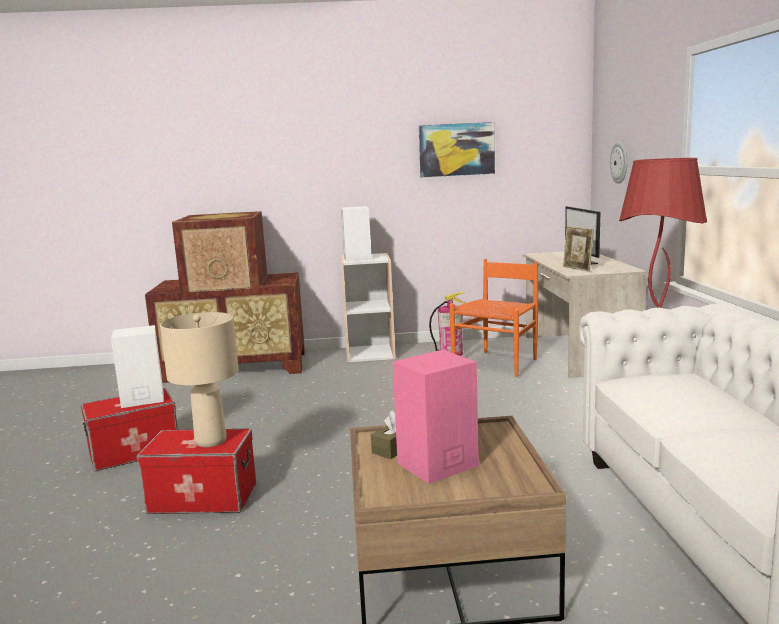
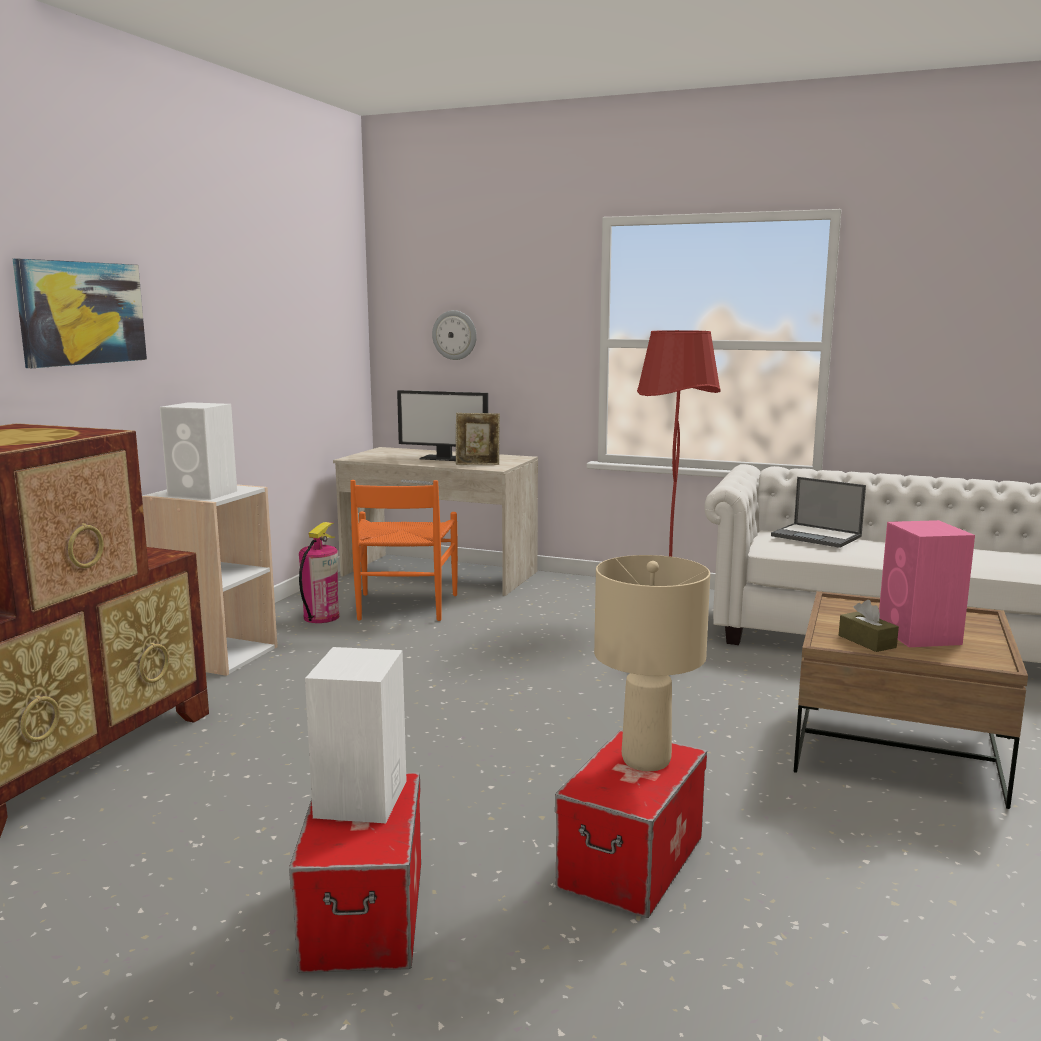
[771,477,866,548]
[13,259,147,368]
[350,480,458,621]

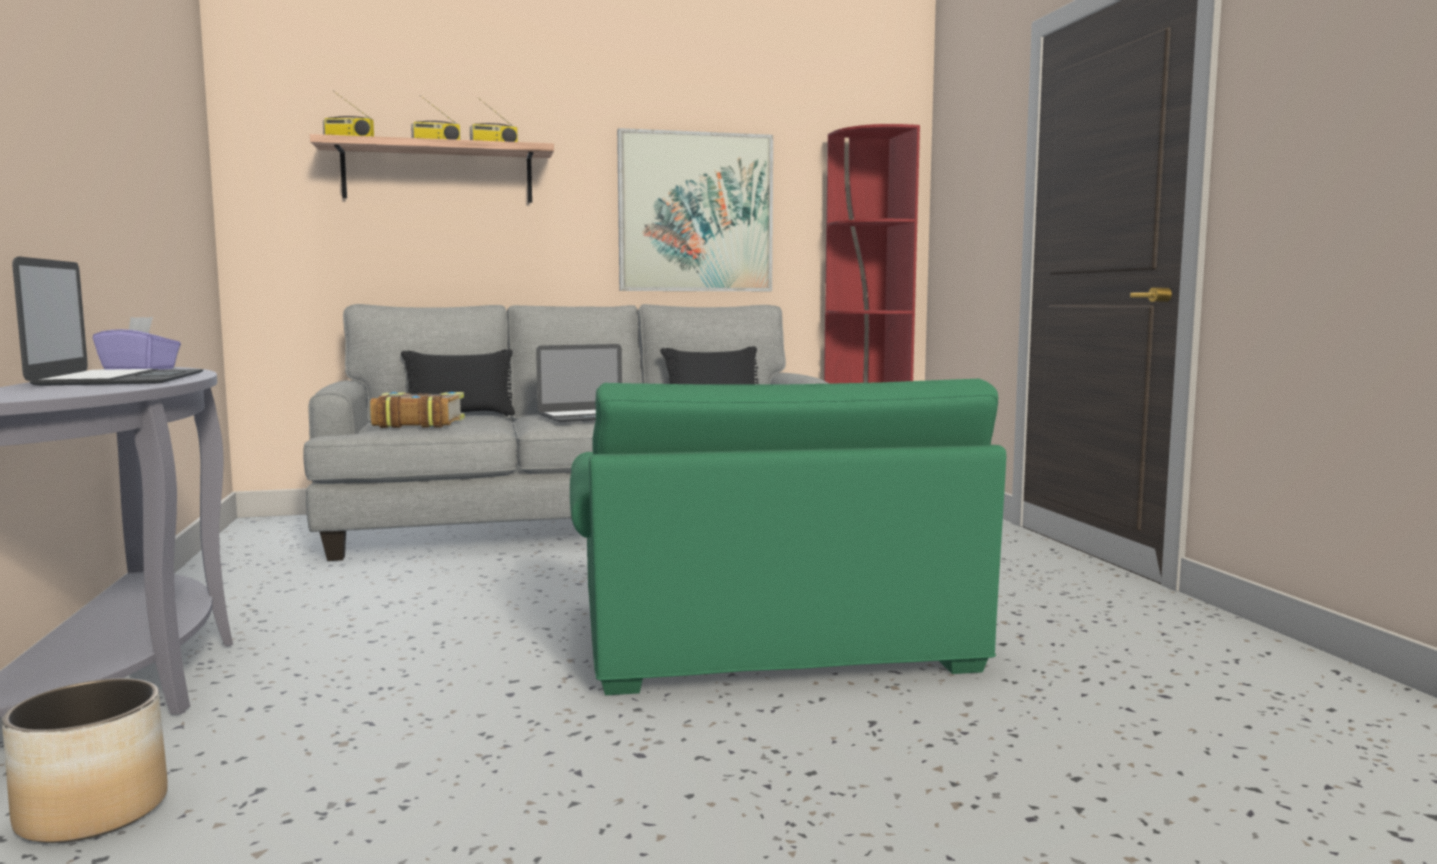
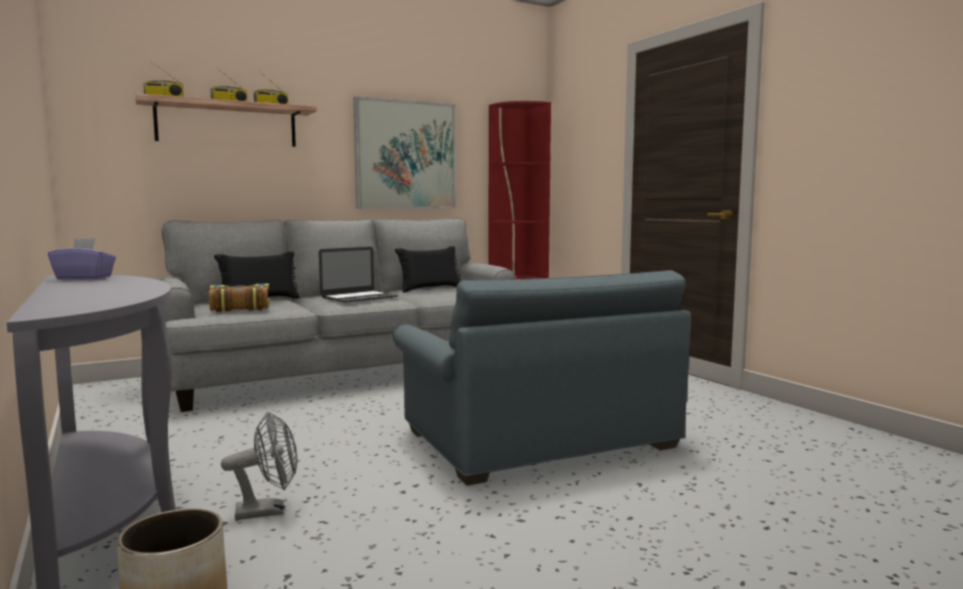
[12,256,204,386] (first image)
[221,412,297,520]
[393,270,691,486]

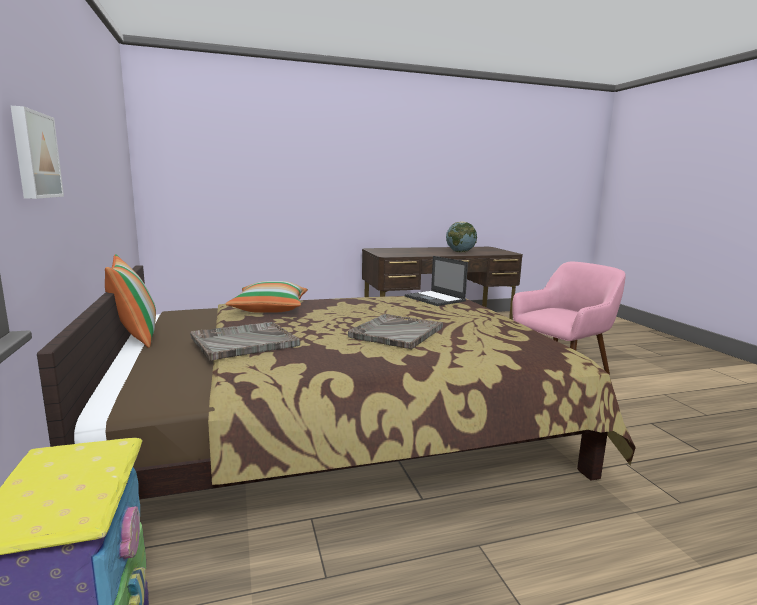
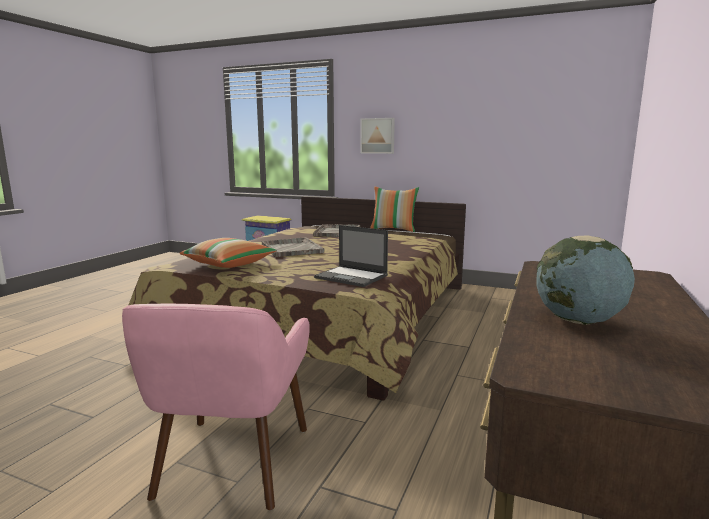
[179,238,277,268]
[314,225,388,287]

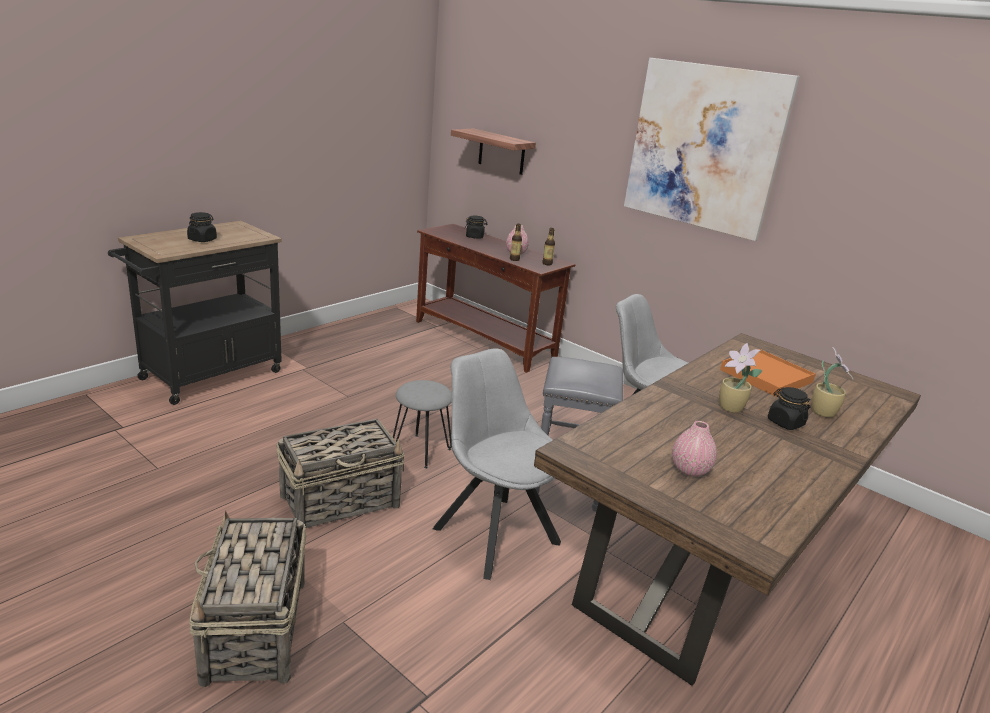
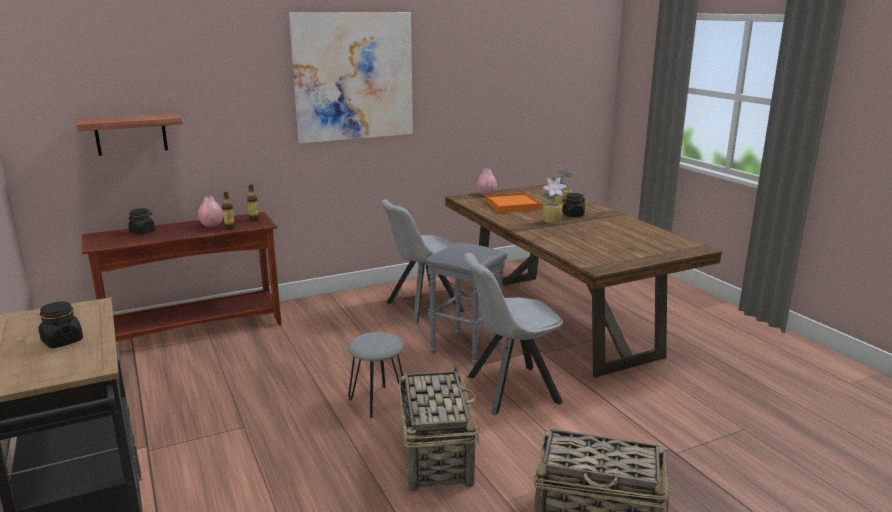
[477,169,497,196]

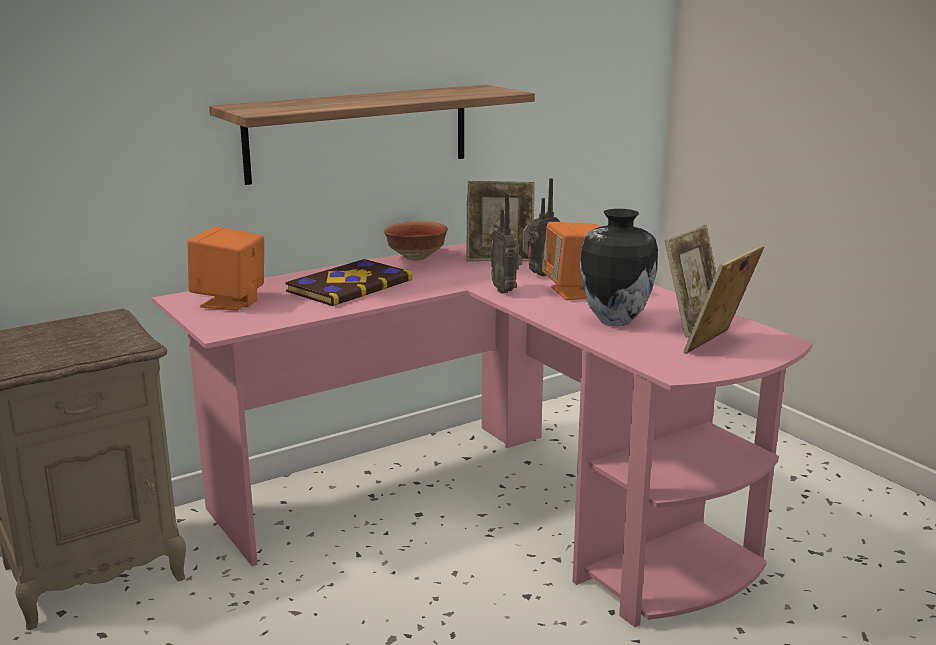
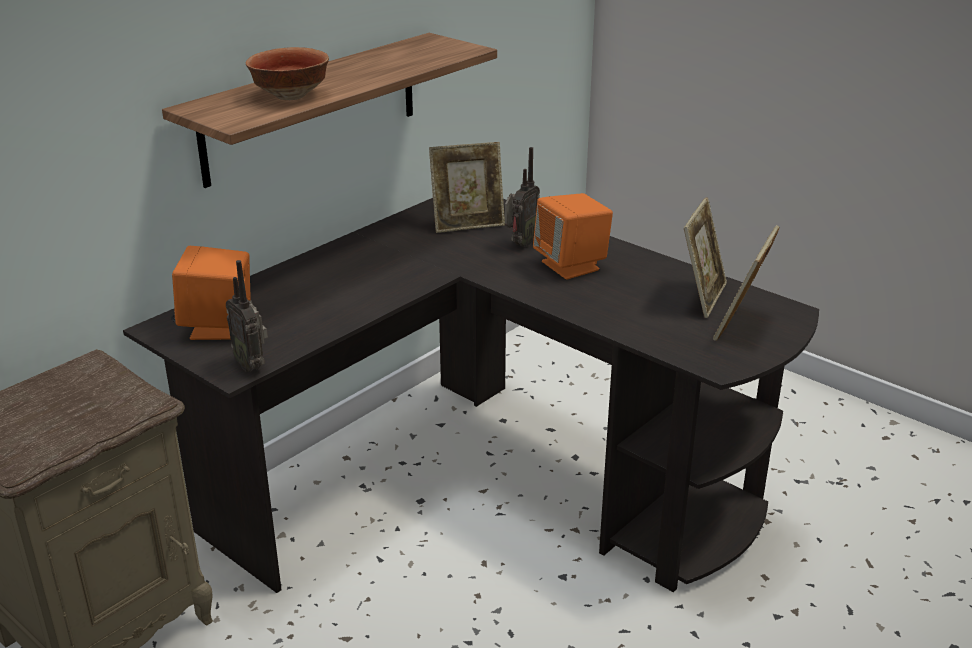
[285,259,413,306] (first image)
[580,209,658,326] (first image)
[245,47,329,100]
[225,260,268,372]
[123,198,819,593]

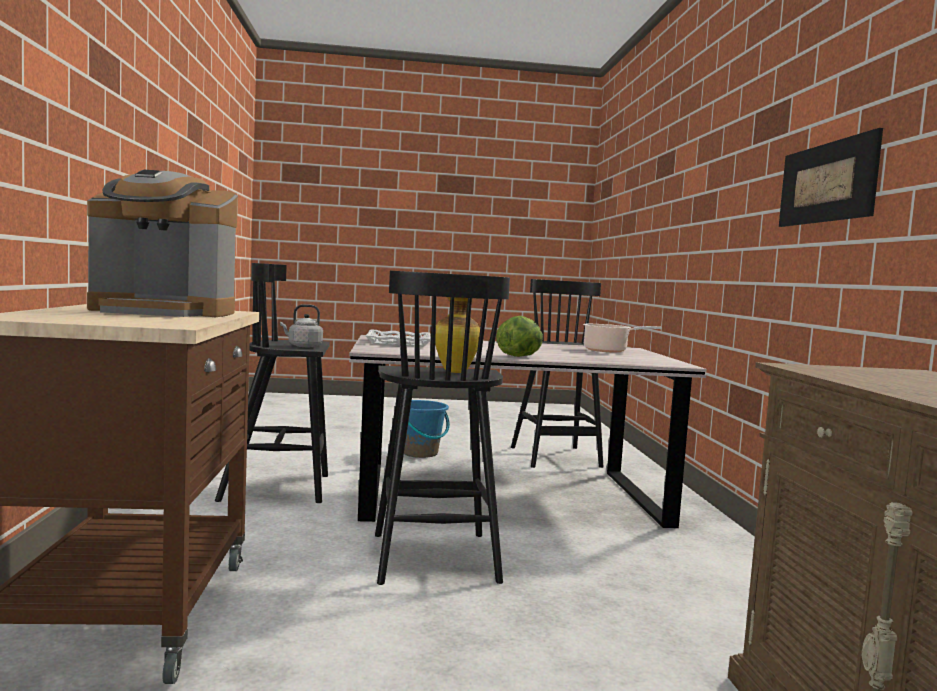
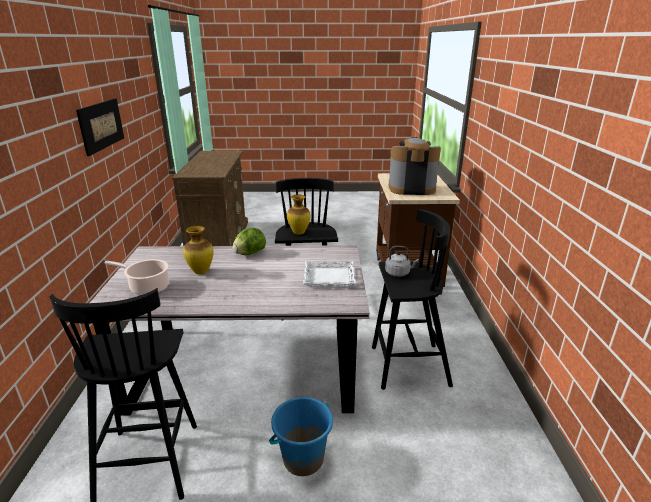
[183,226,213,274]

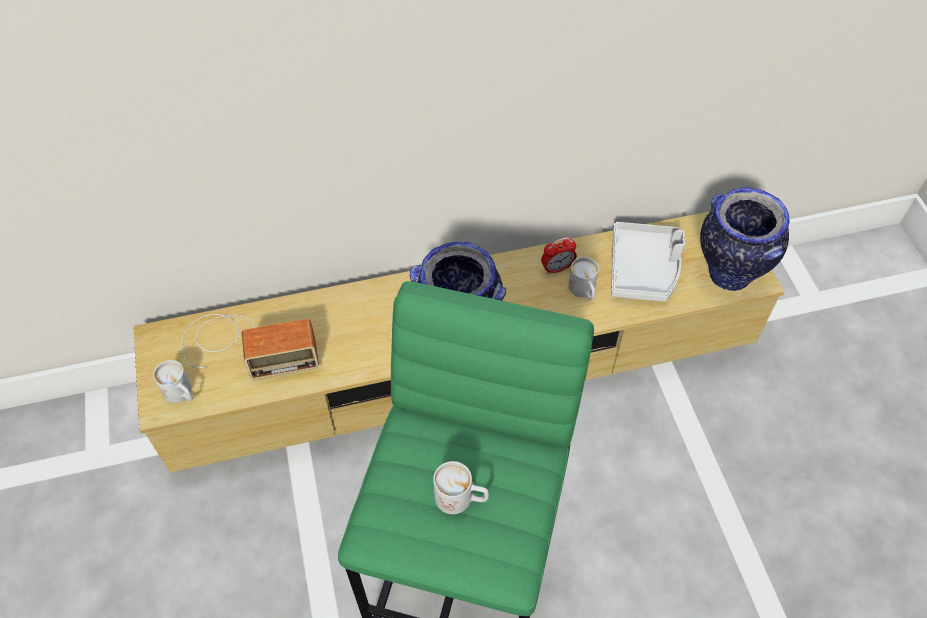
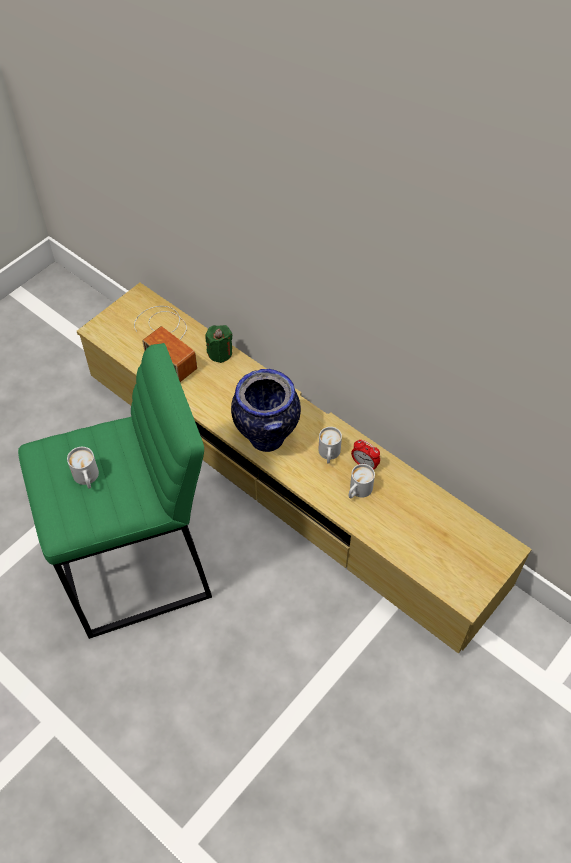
[611,222,685,302] (first image)
[700,187,790,291] (first image)
[205,325,233,363]
[319,427,342,464]

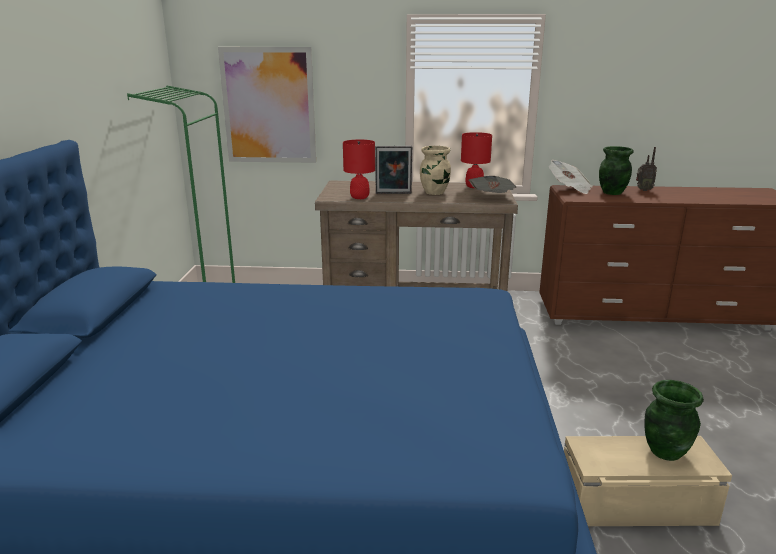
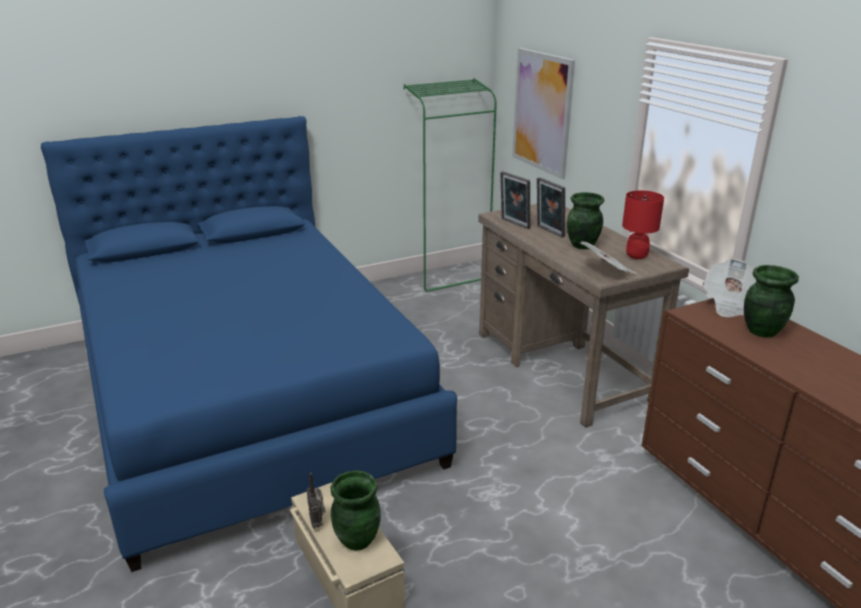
[307,473,325,529]
[500,171,531,229]
[567,192,604,249]

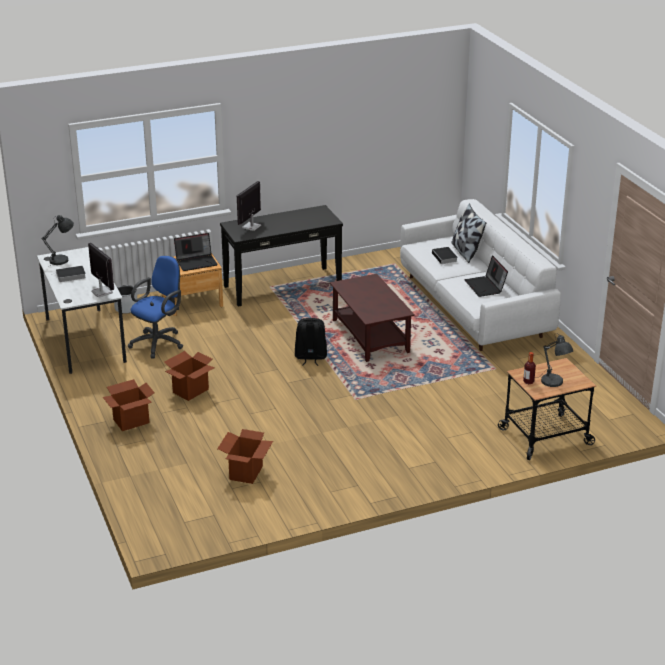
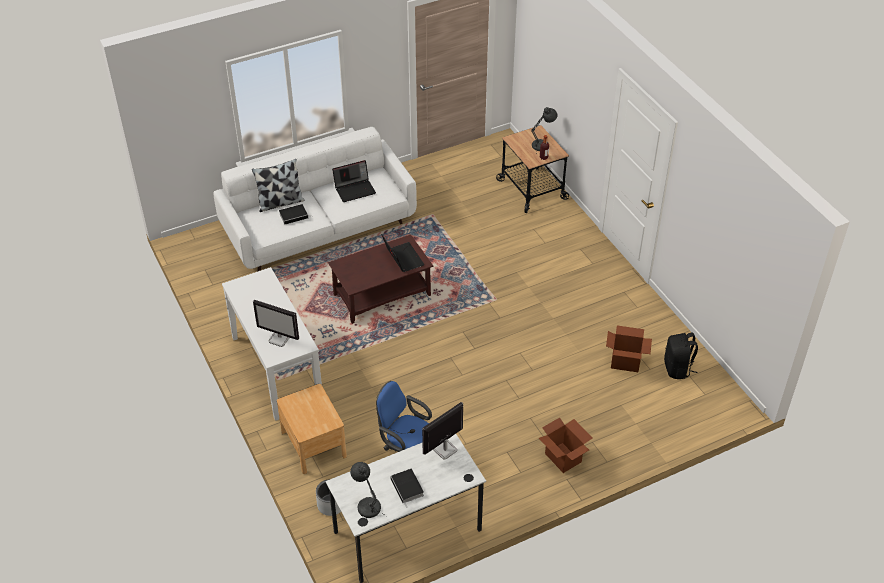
[164,351,215,401] (first image)
[381,234,424,272]
[664,333,698,379]
[222,267,322,421]

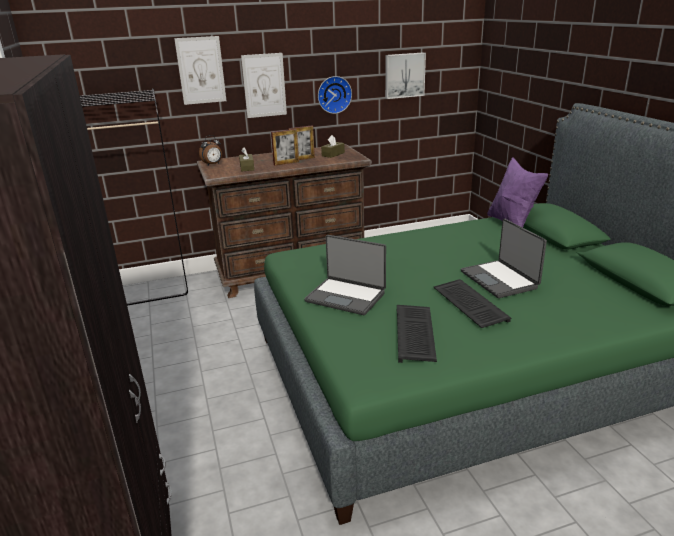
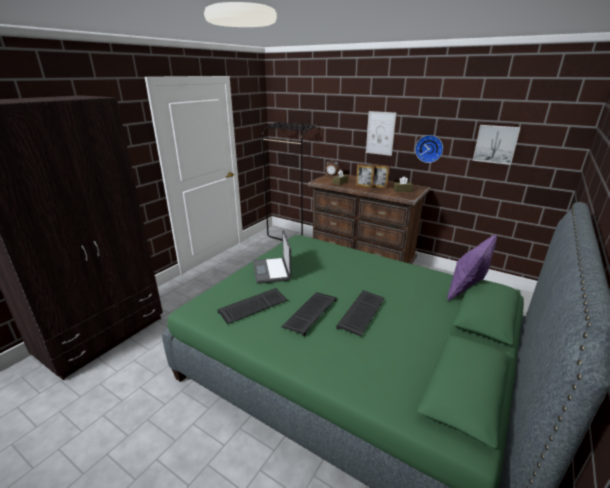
[174,36,226,105] (first image)
[336,290,385,337]

